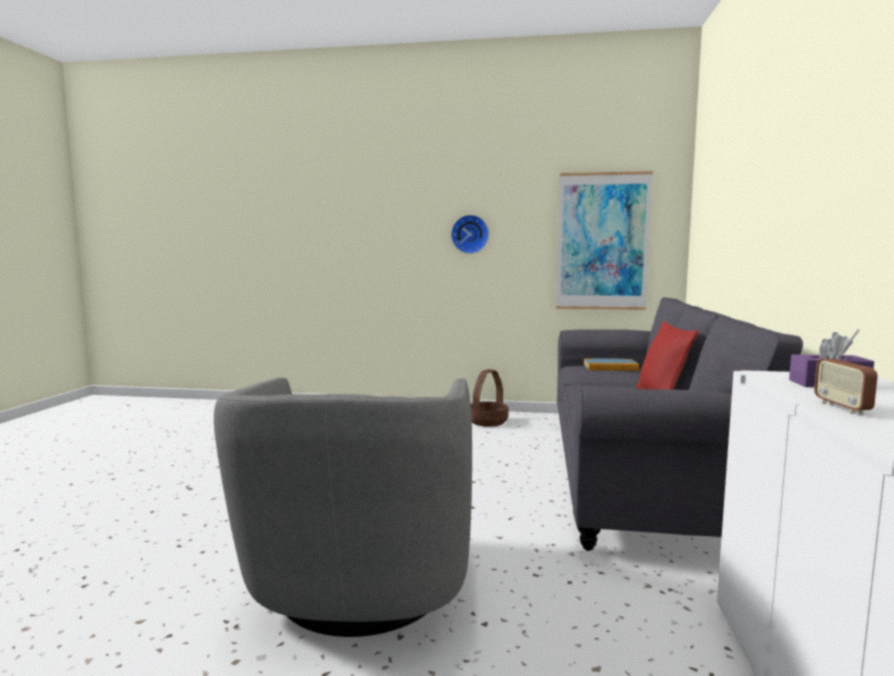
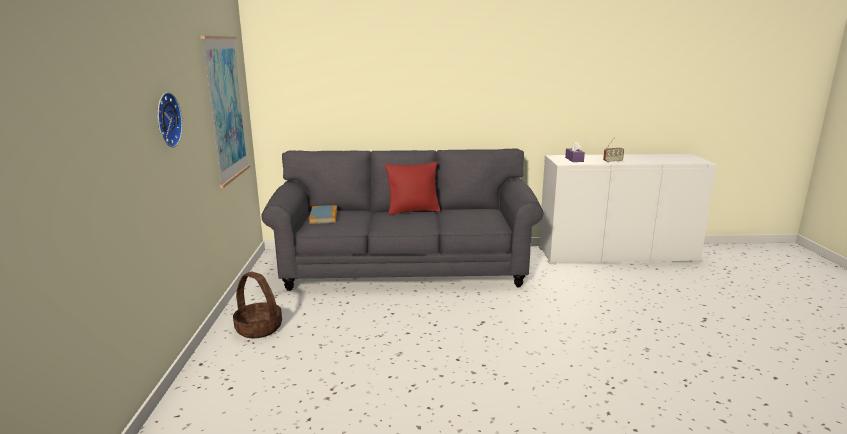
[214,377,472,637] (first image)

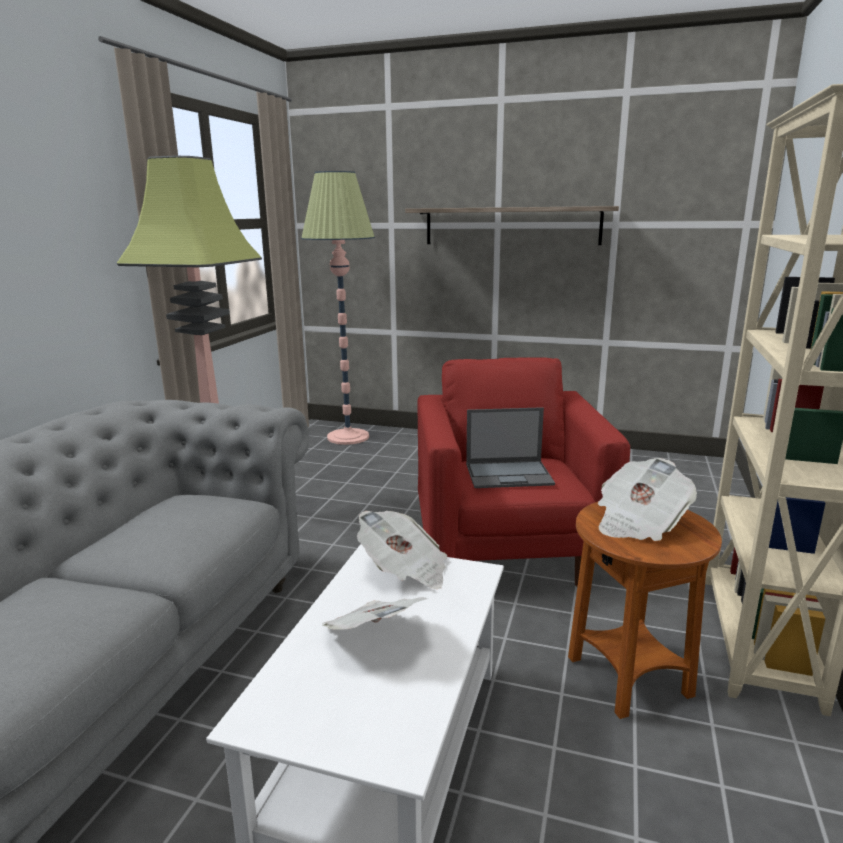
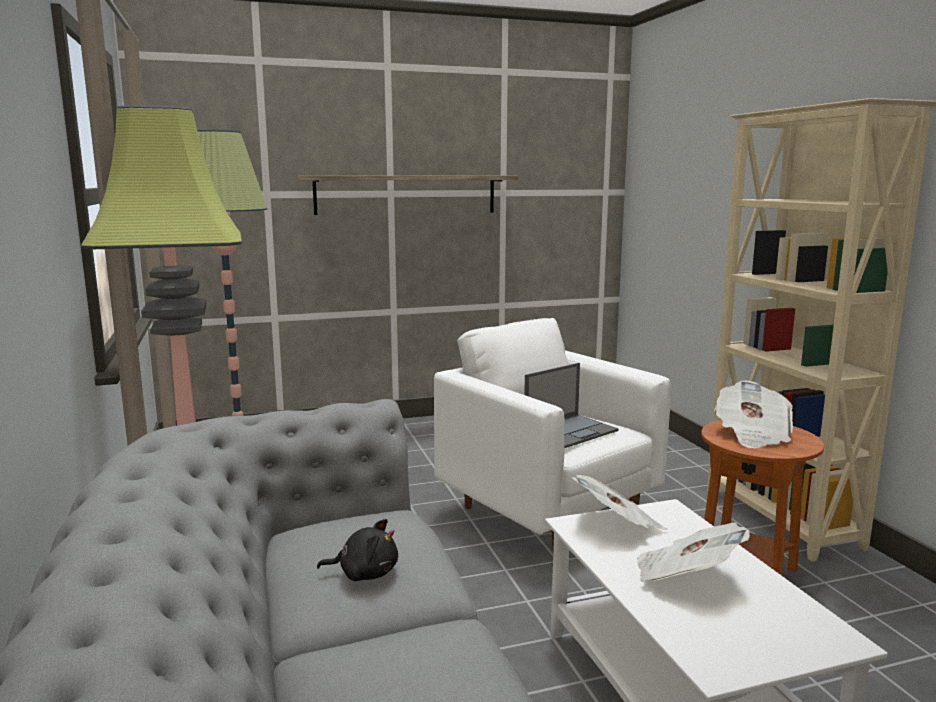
[317,519,398,581]
[434,318,671,550]

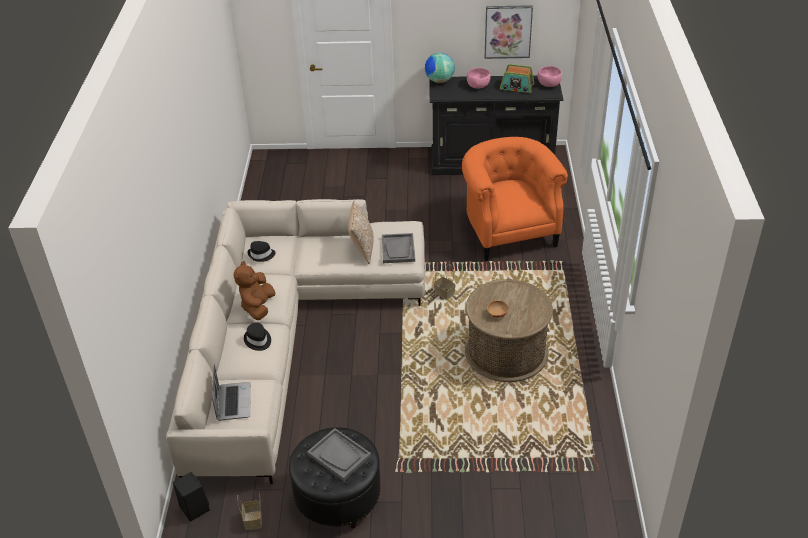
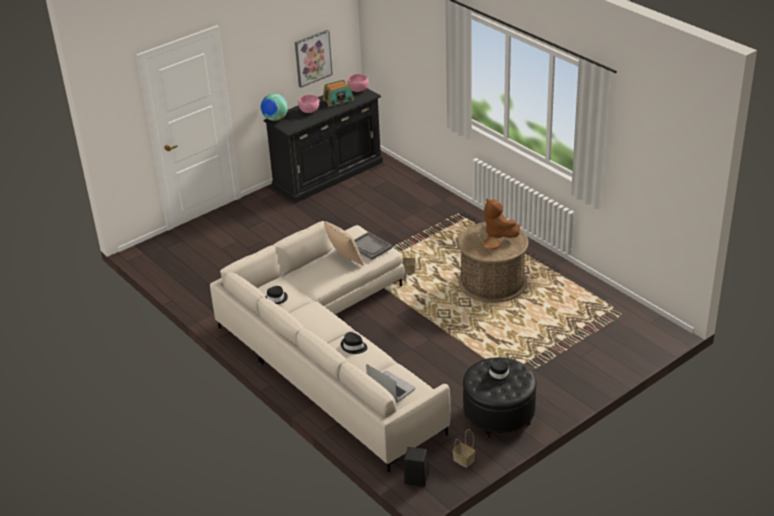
[462,137,568,261] (first image)
[484,198,520,238]
[486,361,513,381]

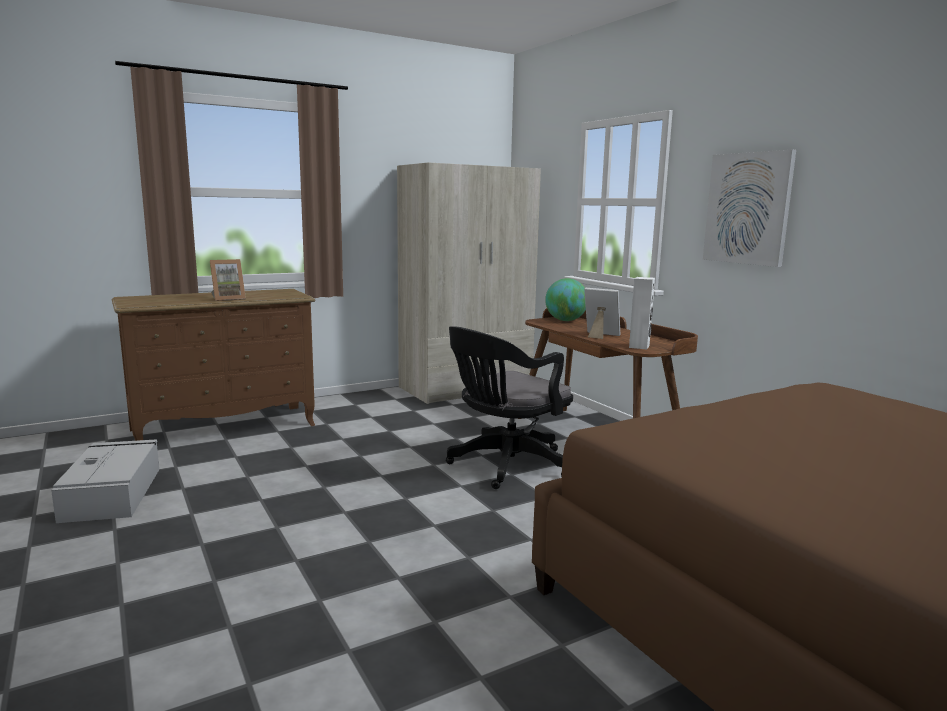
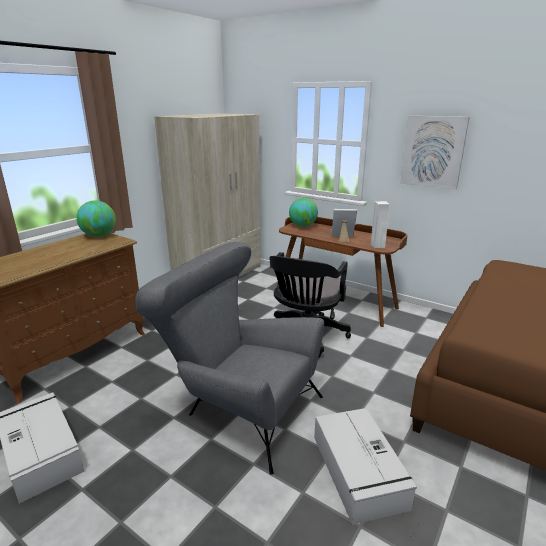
[210,259,246,301] (first image)
[76,200,116,237]
[135,242,324,475]
[314,408,417,525]

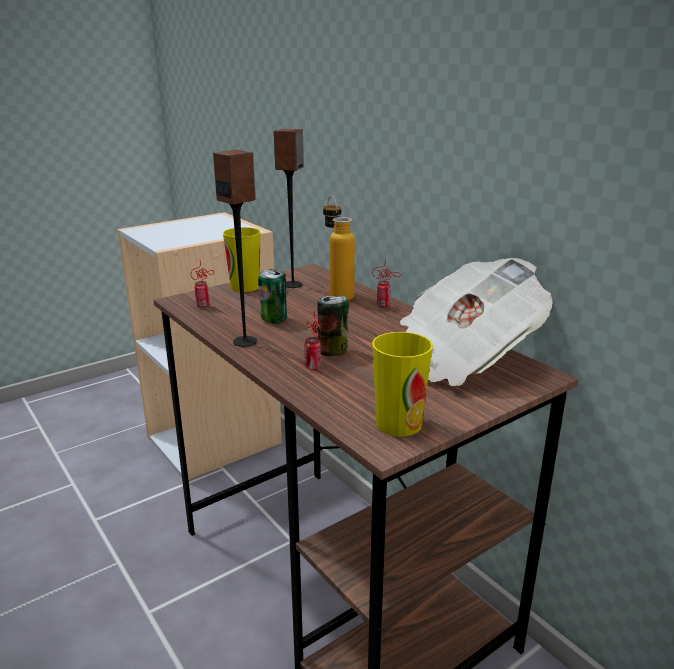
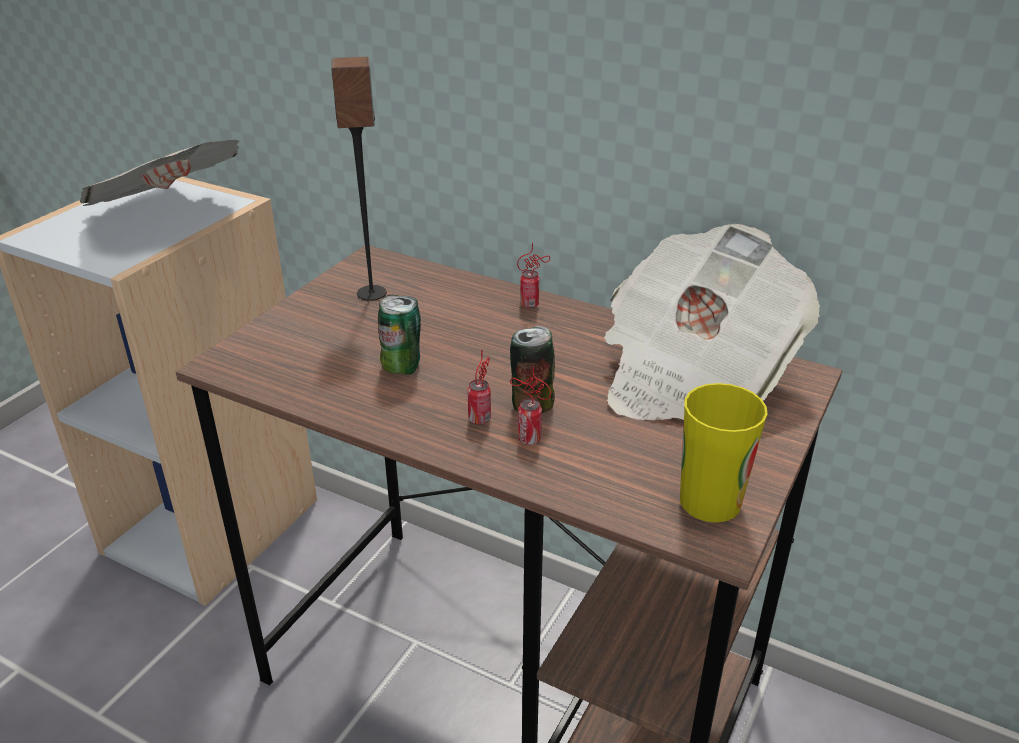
[213,150,257,347] (first image)
[223,227,261,292] (first image)
[323,196,355,301] (first image)
[80,140,239,206]
[468,349,491,425]

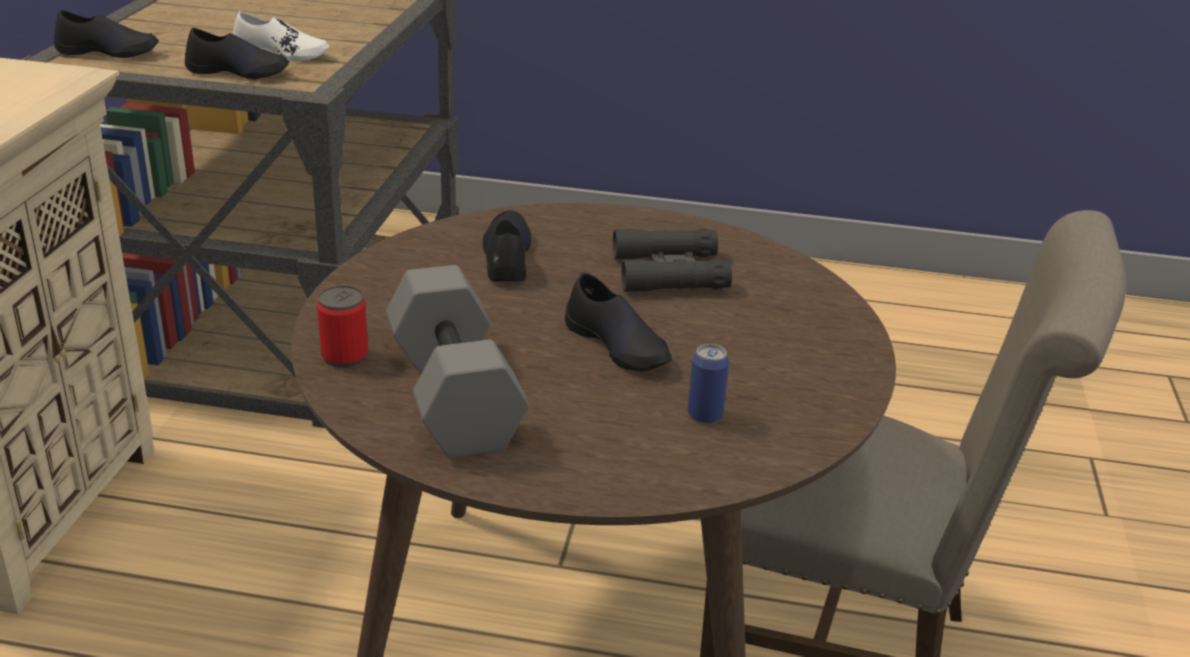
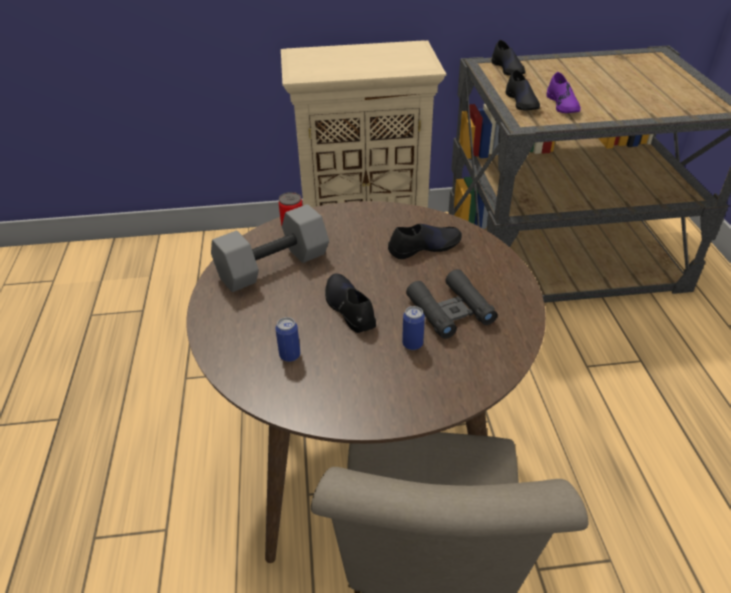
[402,306,425,350]
[546,72,581,113]
[325,274,376,333]

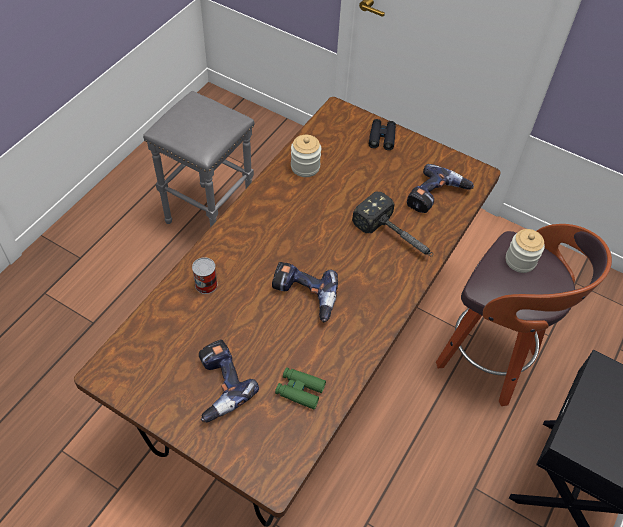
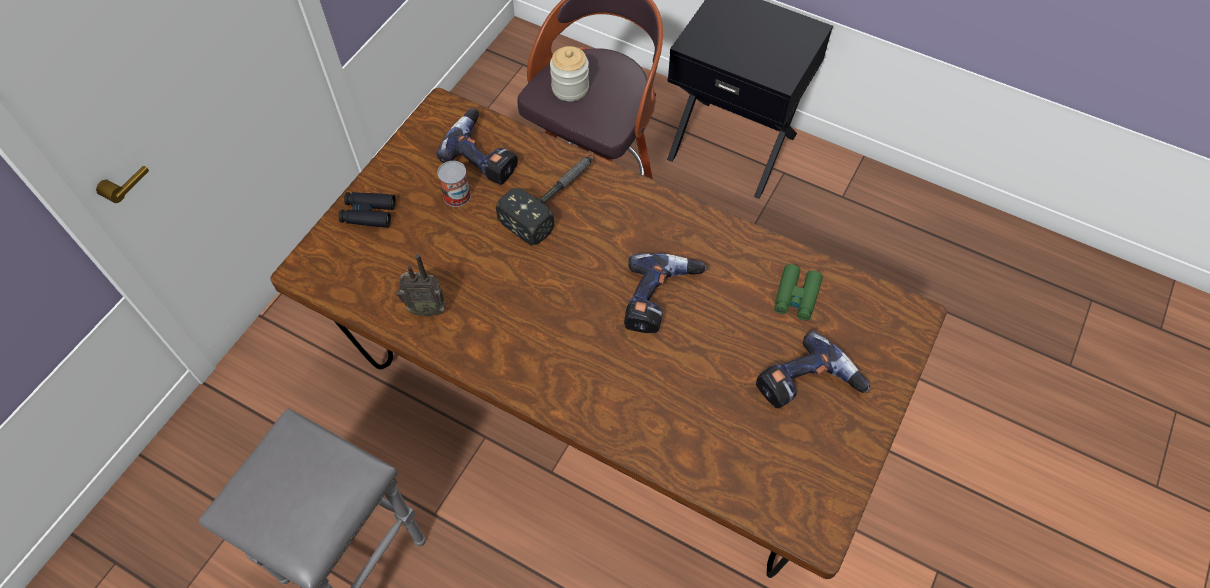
[437,161,471,207]
[397,254,446,317]

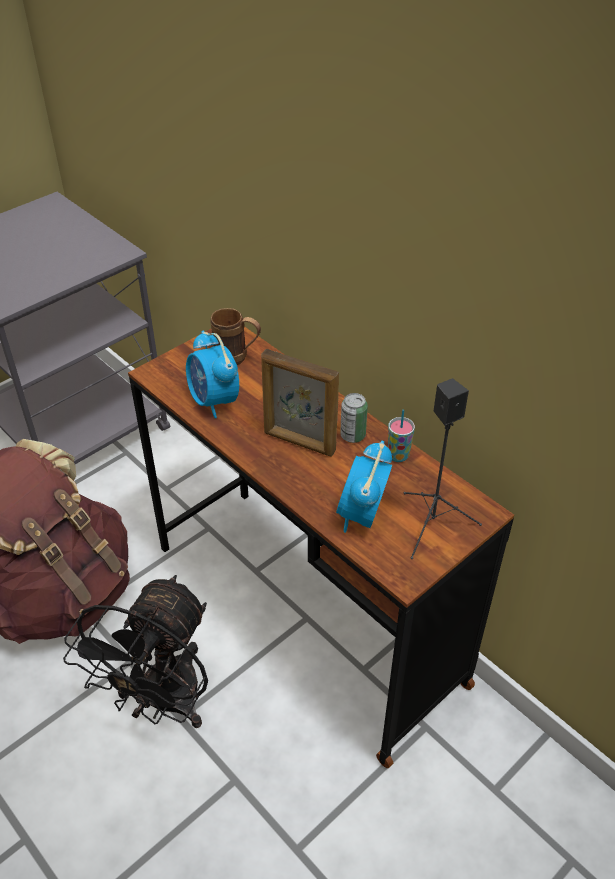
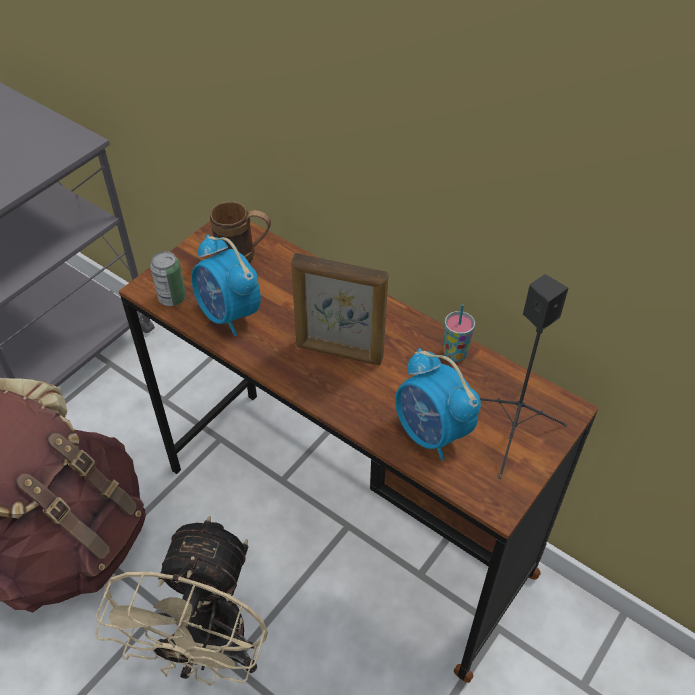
[150,251,186,306]
[95,516,268,686]
[395,348,481,461]

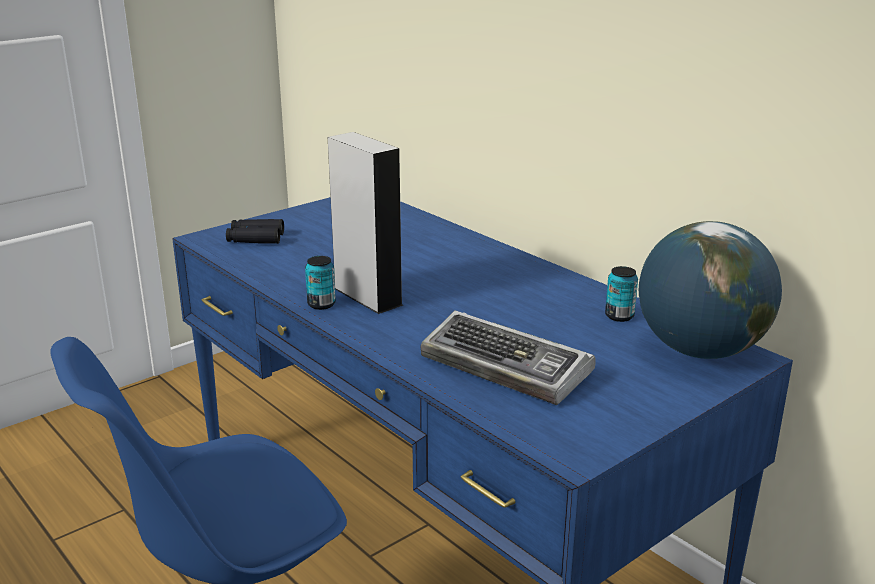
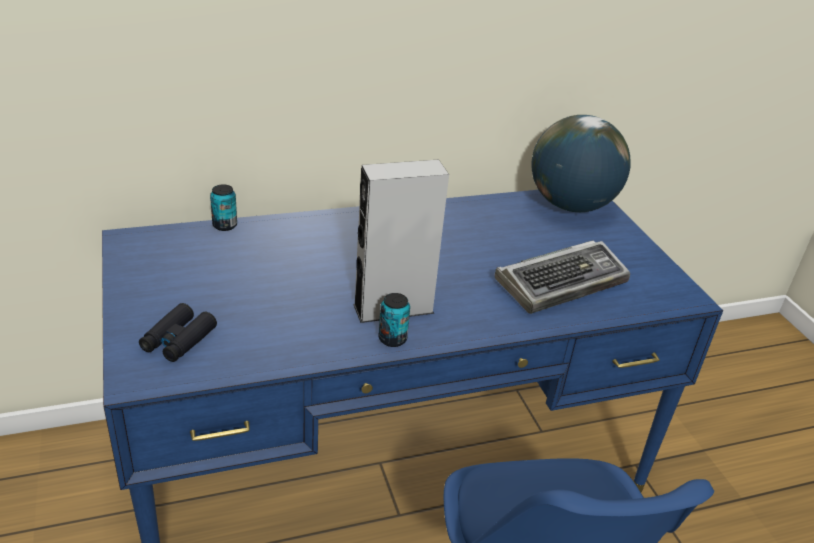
[210,184,237,231]

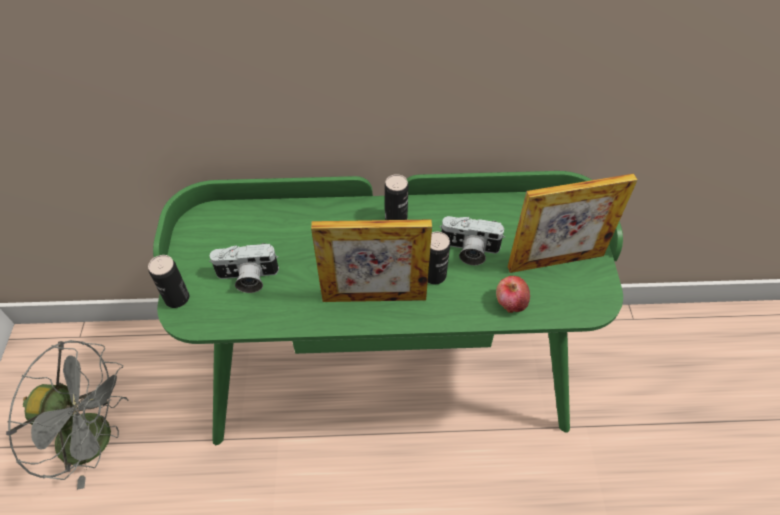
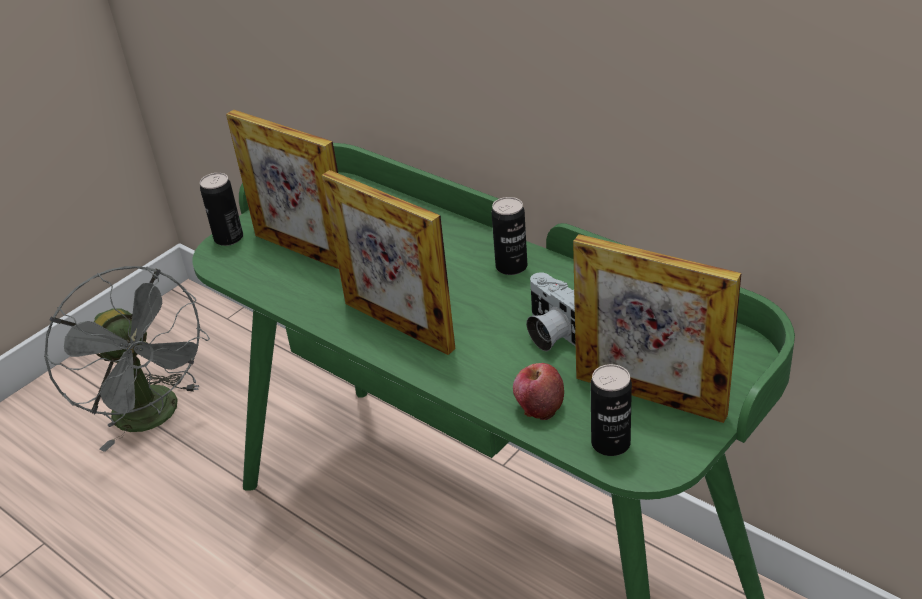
[591,364,632,456]
[226,110,339,269]

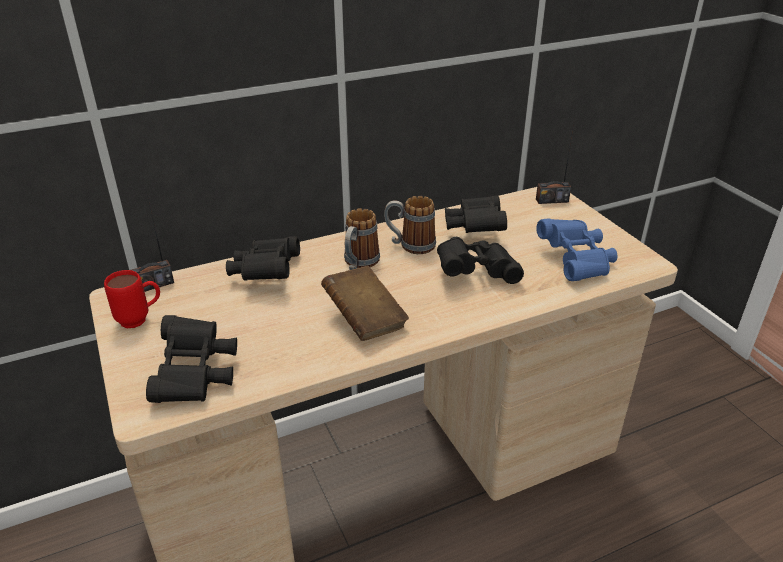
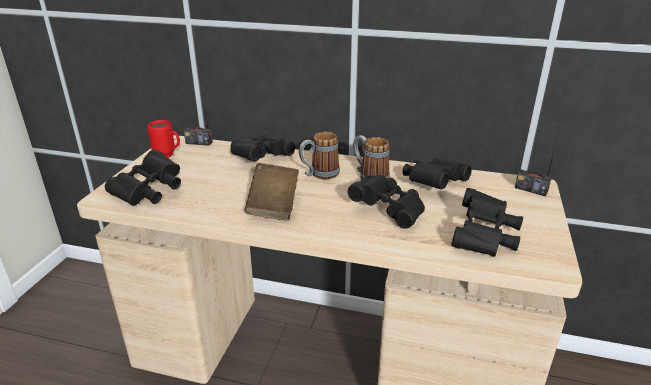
[451,188,523,257]

